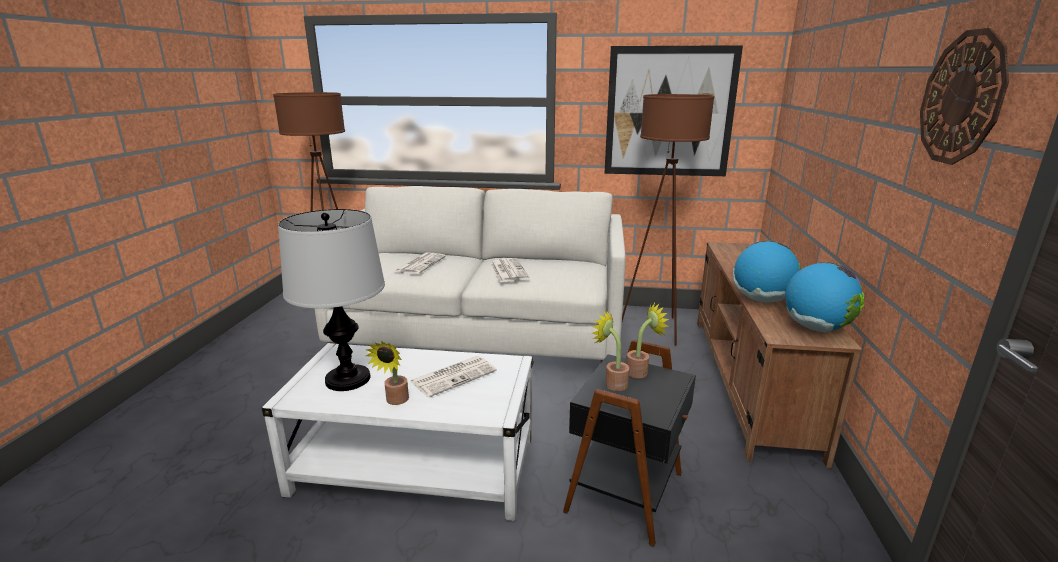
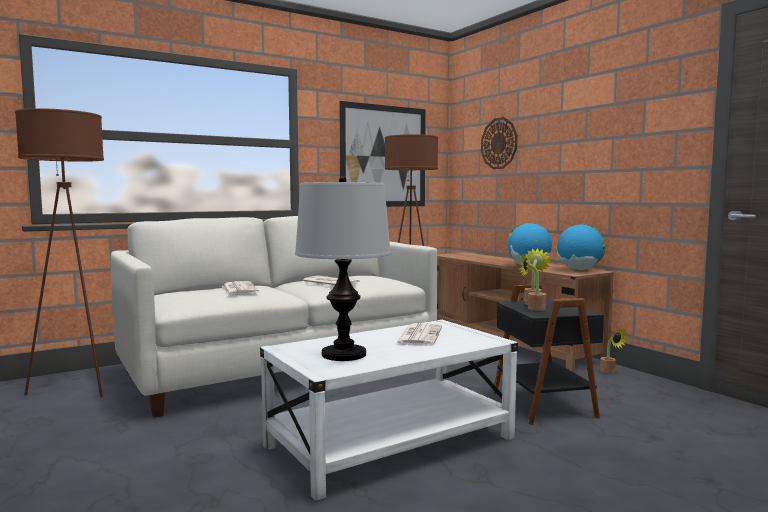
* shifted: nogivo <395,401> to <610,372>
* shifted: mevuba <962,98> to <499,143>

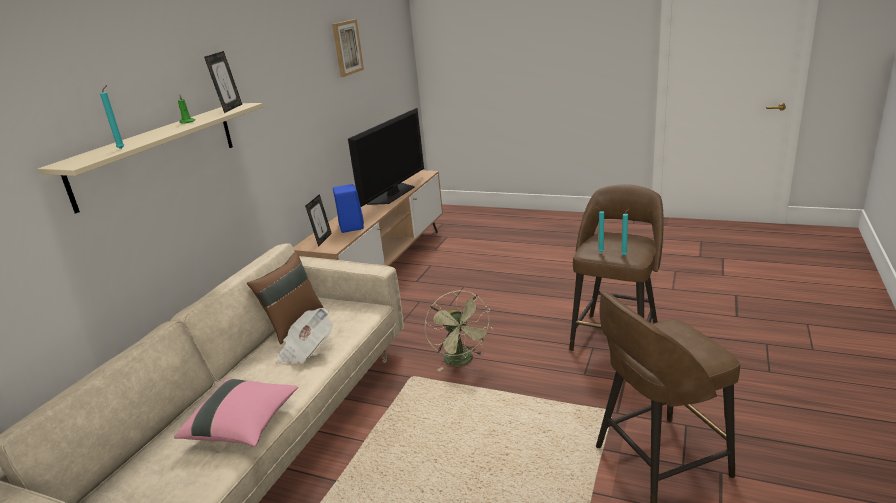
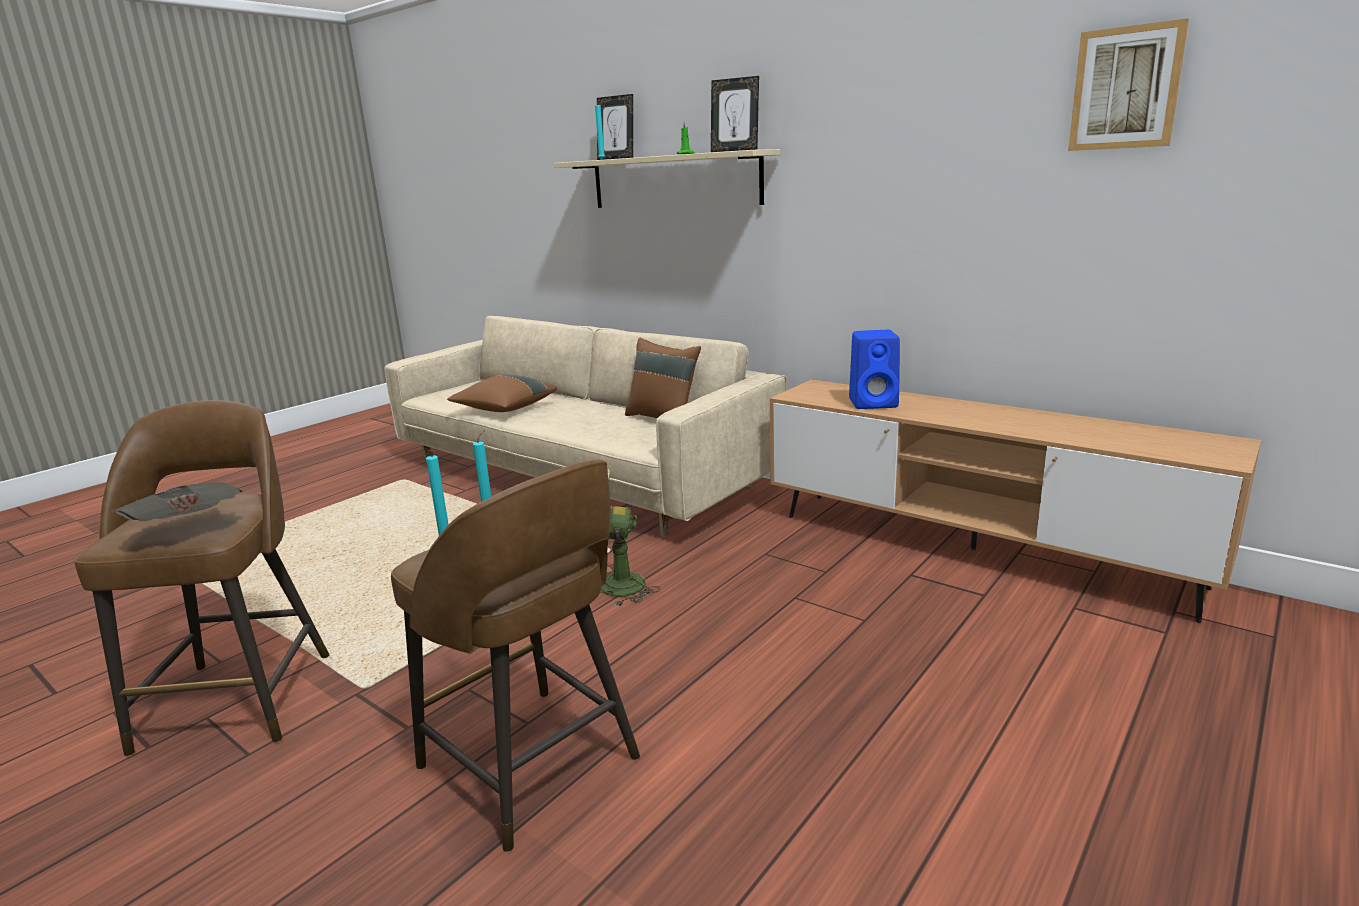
* repainted: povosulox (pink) <243,425> to povosulox (brown) <504,409>
* shifted: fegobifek <306,350> to <189,530>
* shifted: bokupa <322,240> to <617,159>
* gone: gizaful <393,194>

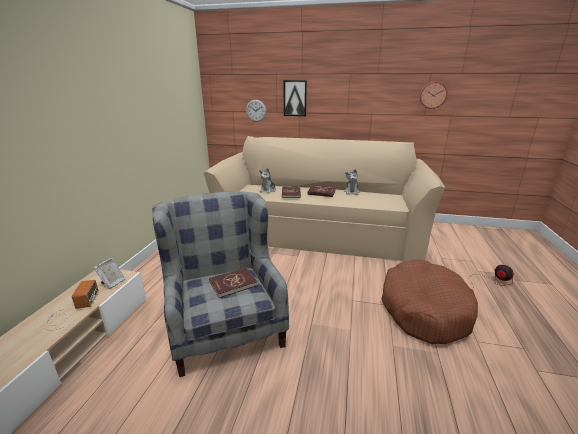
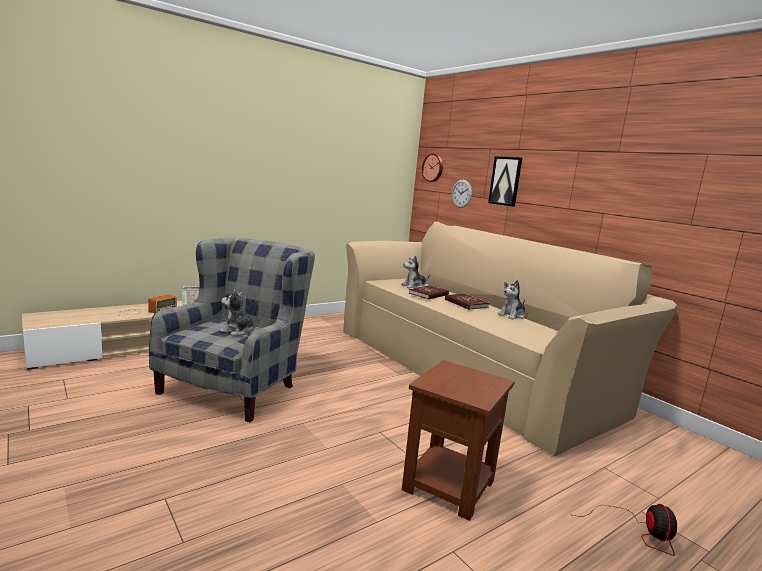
* swapped: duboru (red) <233,284> to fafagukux <238,331>
* swapped: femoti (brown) <424,309> to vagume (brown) <448,486>
* shifted: mevuba <433,95> to <433,167>

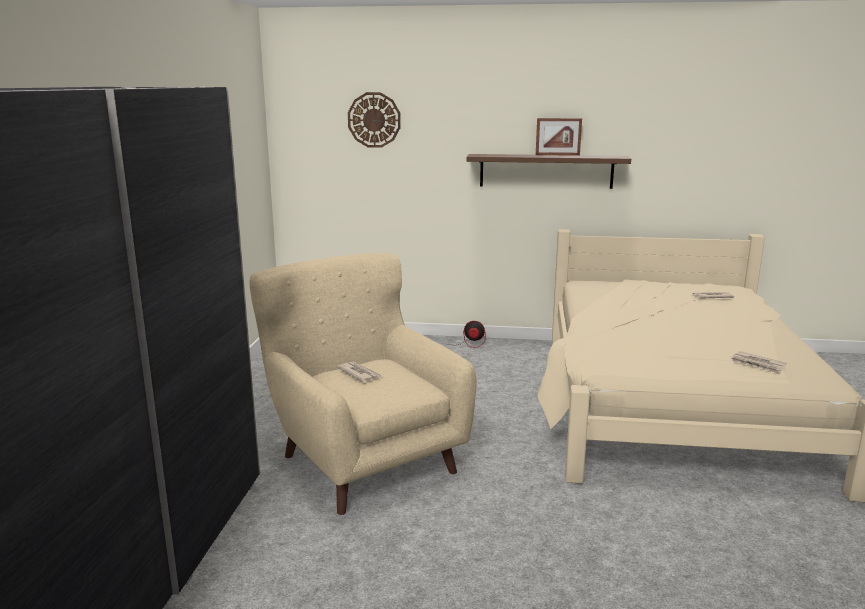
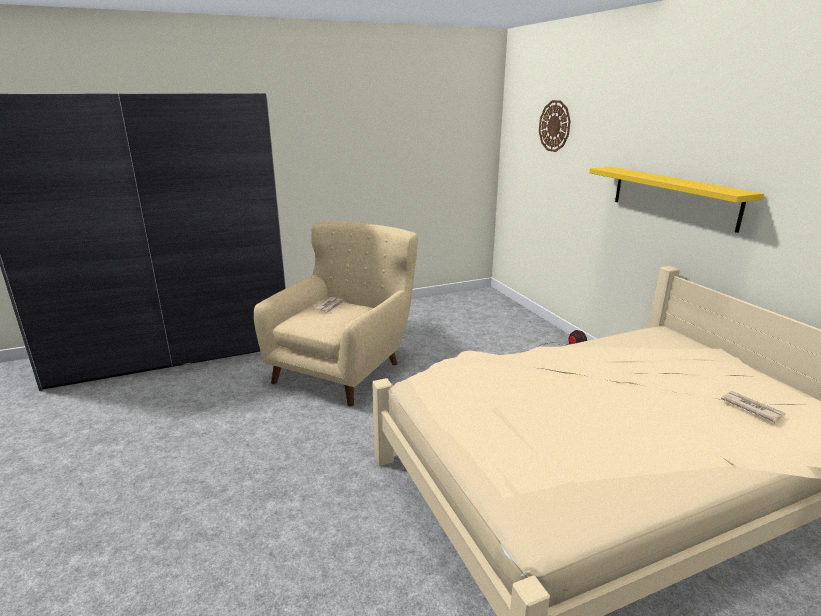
* repainted: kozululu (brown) <546,171> to kozululu (yellow) <673,196>
* gone: bokupa <557,155>
* gone: fegobifek <758,364>

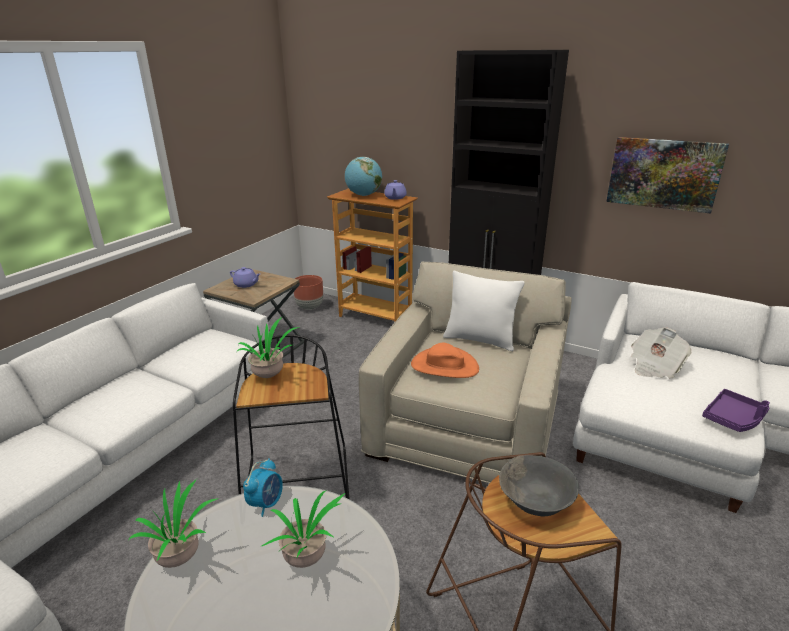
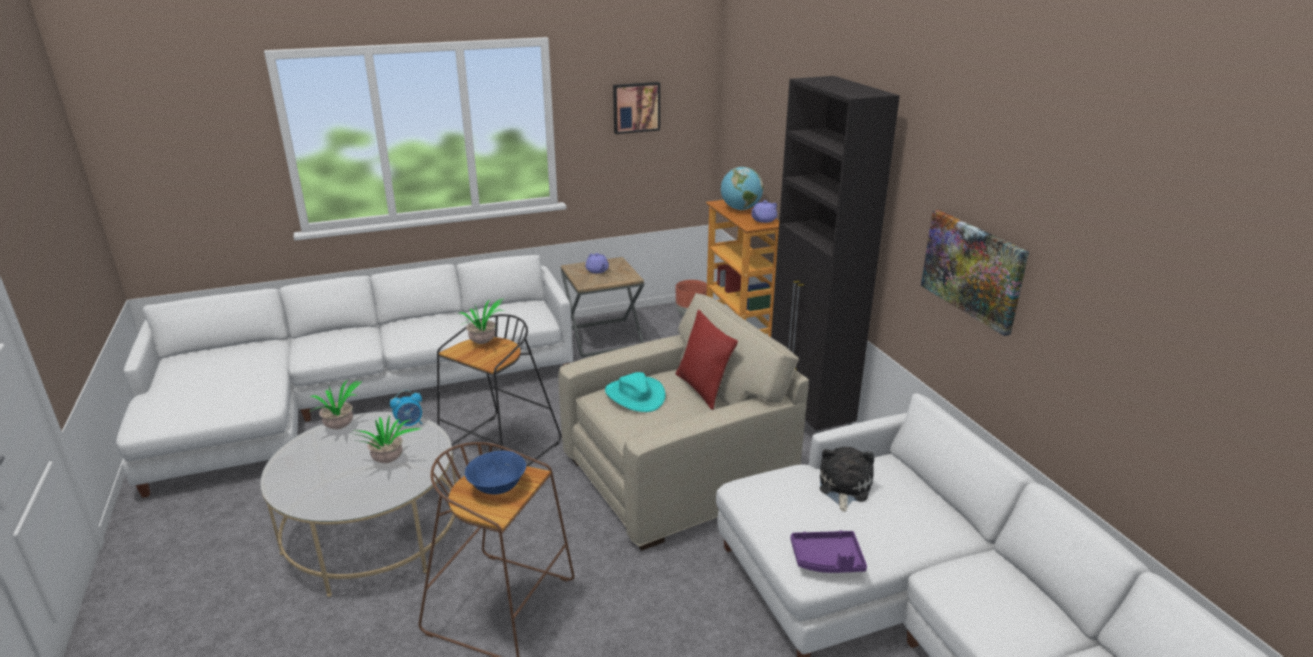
* repainted: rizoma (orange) <444,366> to rizoma (turquoise) <635,395>
* repainted: povosulox (white) <480,340> to povosulox (red) <702,389>
* repainted: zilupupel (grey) <536,500> to zilupupel (blue) <498,485>
* swapped: fegobifek <655,366> to fafagukux <843,488>
* new: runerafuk <636,107>

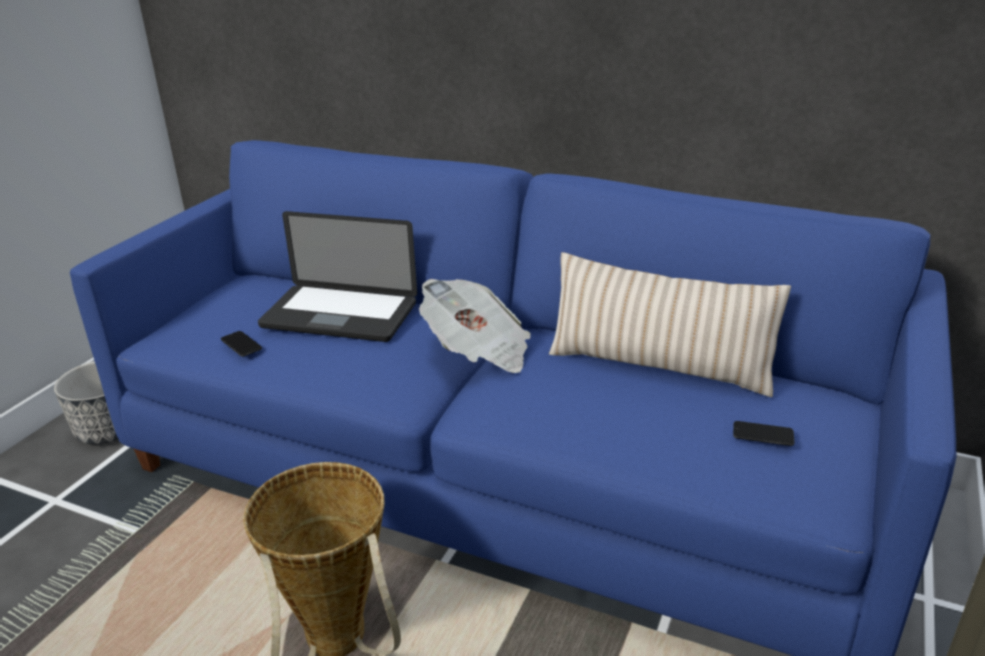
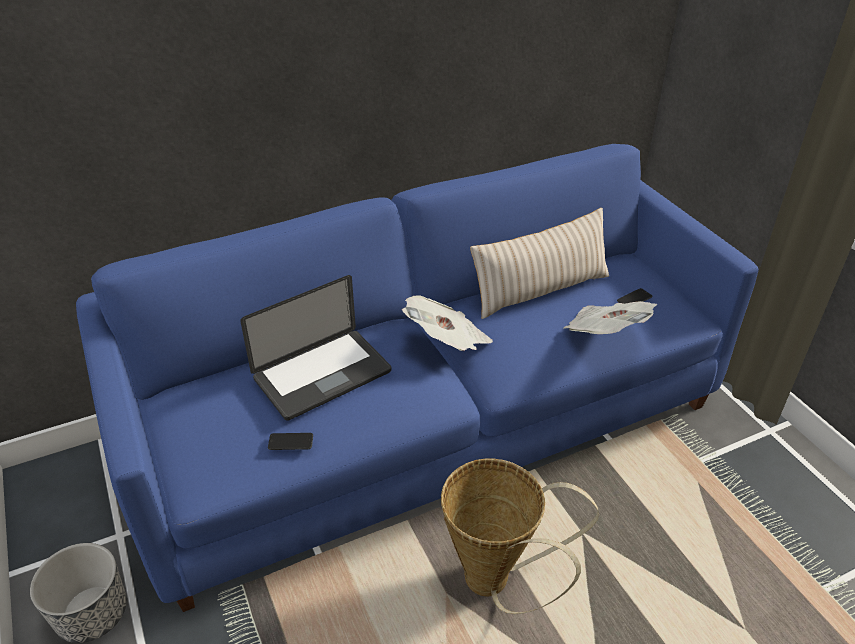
* new: fegobifek <605,333>

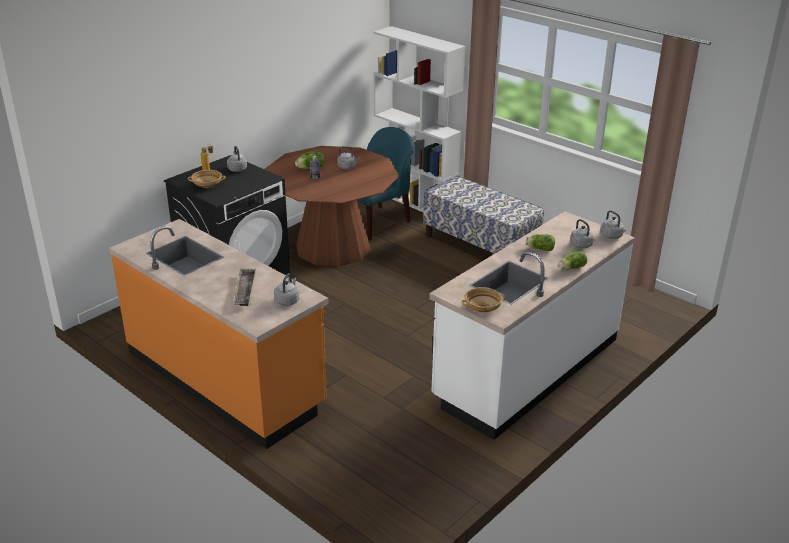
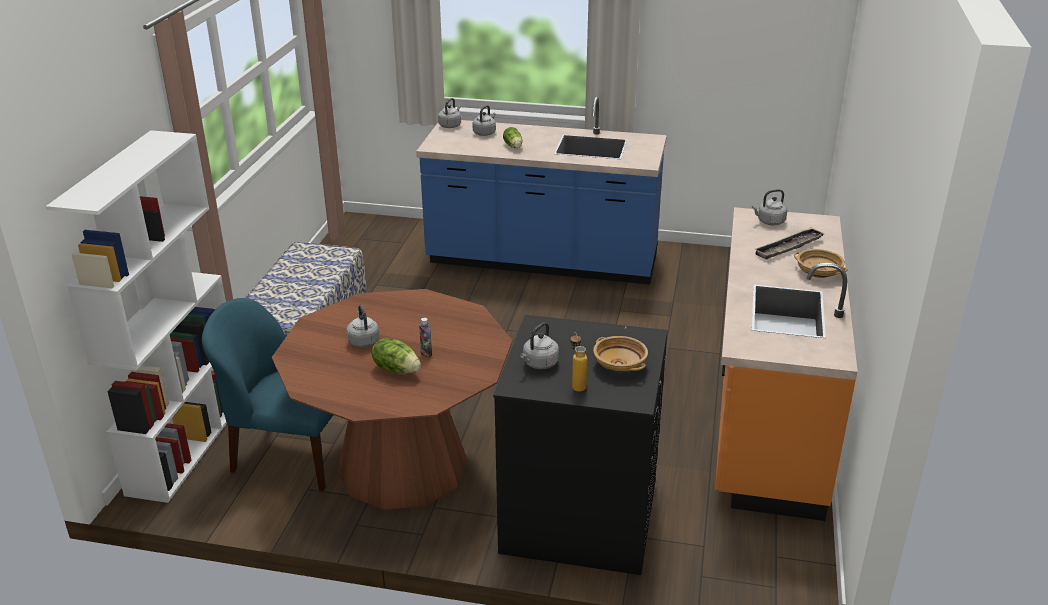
* repainted: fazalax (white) <526,369> to fazalax (blue) <542,261>
* shifted: zilupupel (beige) <483,307> to <818,272>
* gone: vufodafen <571,268>

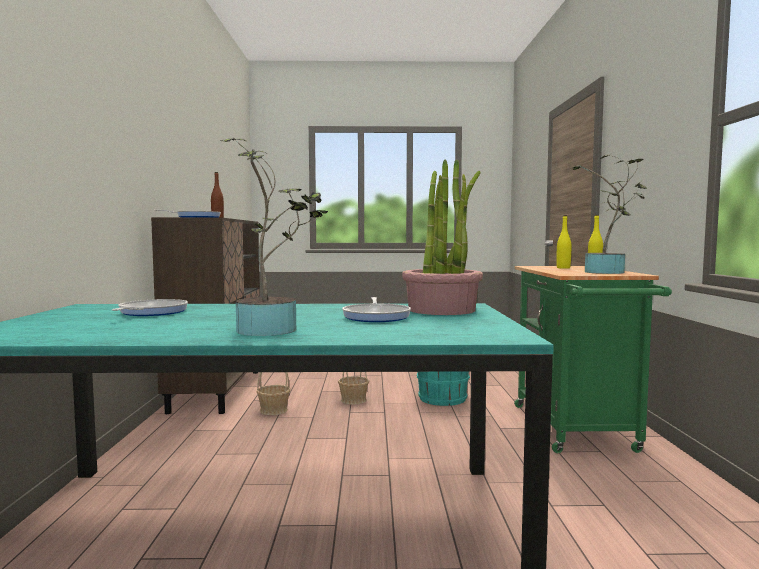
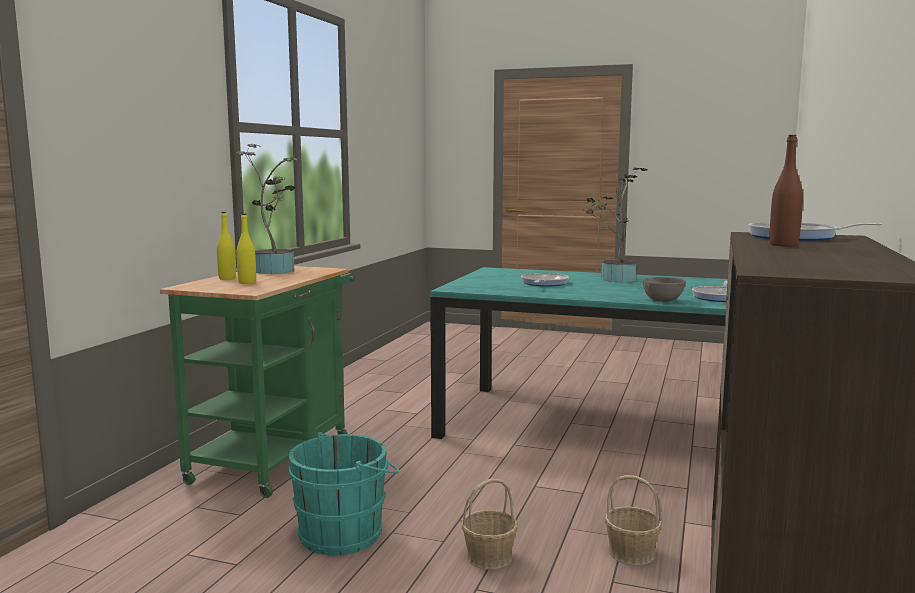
* gone: nogivo <442,310>
* new: zilupupel (grey) <662,301>

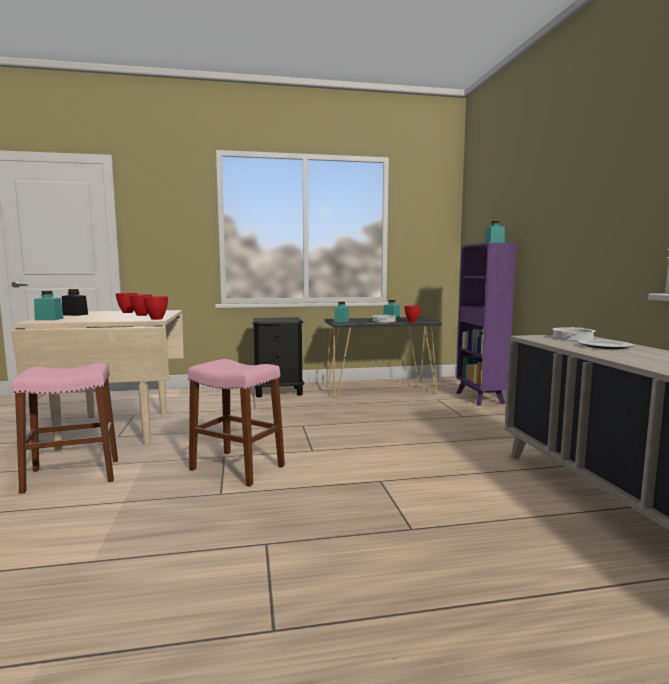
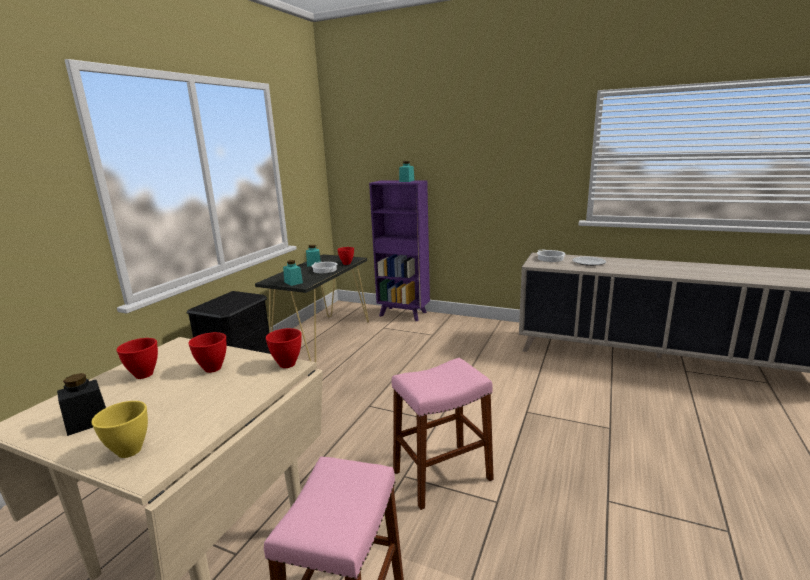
* swapped: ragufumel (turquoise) <49,319> to zilupupel (yellow) <129,452>

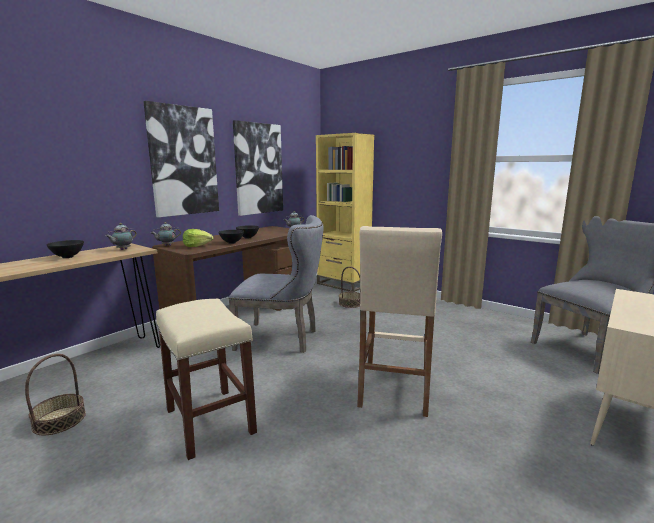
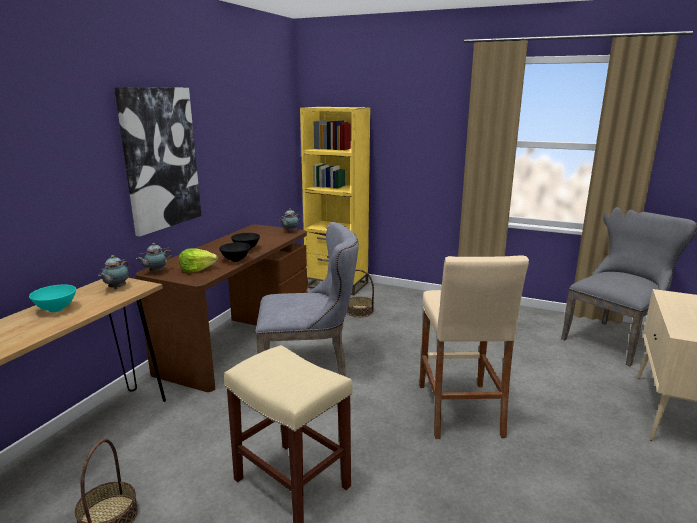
* repainted: zilupupel (black) <68,257> to zilupupel (turquoise) <56,309>
* gone: runerafuk <258,169>

